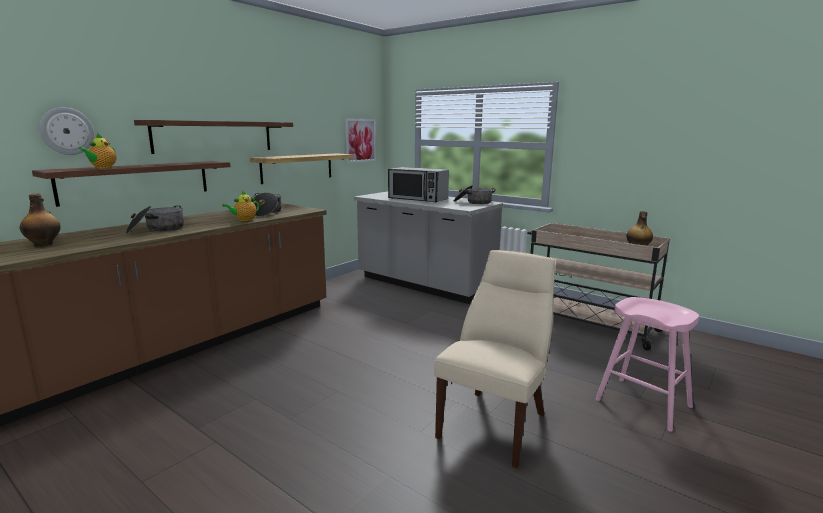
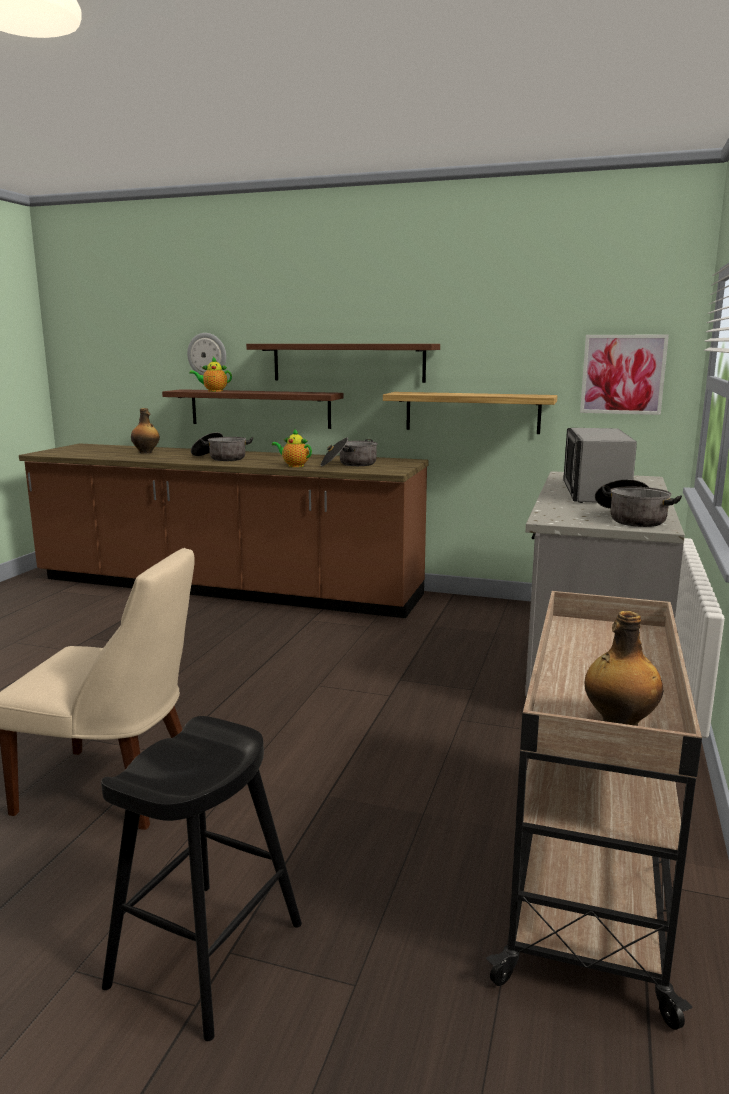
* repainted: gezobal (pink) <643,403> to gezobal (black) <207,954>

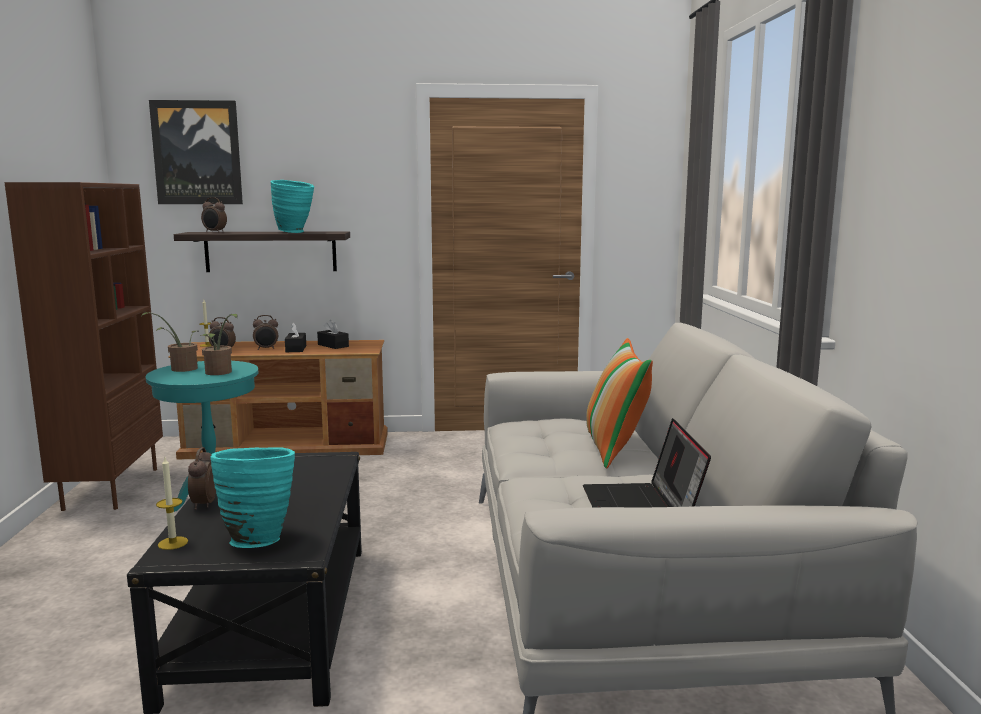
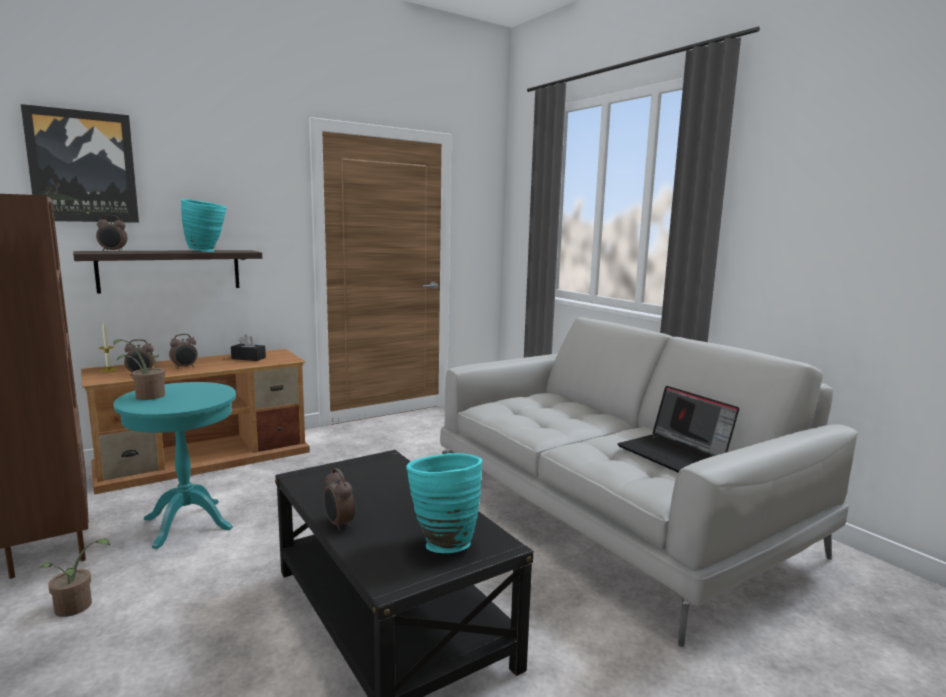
* gone: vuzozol <173,543>
* shifted: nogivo <219,373> to <76,608>
* gone: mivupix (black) <296,349>
* gone: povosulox <615,449>

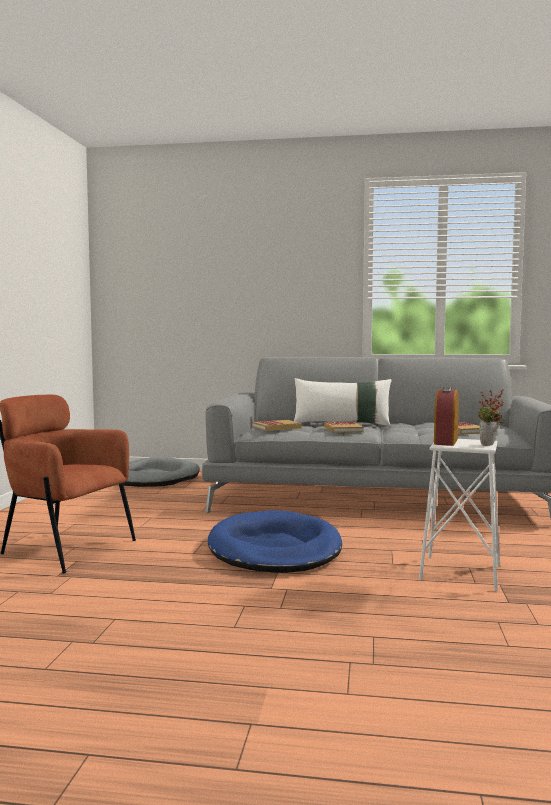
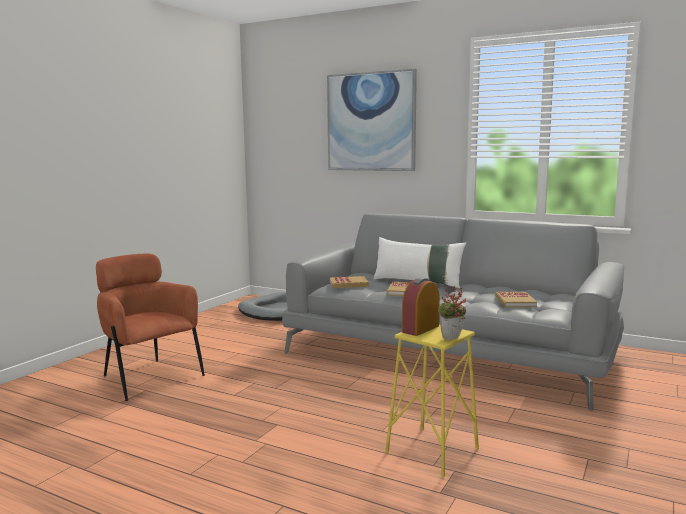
* gone: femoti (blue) <274,549>
* repainted: gezobal (white) <460,573> to gezobal (yellow) <432,451>
* new: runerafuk <371,122>

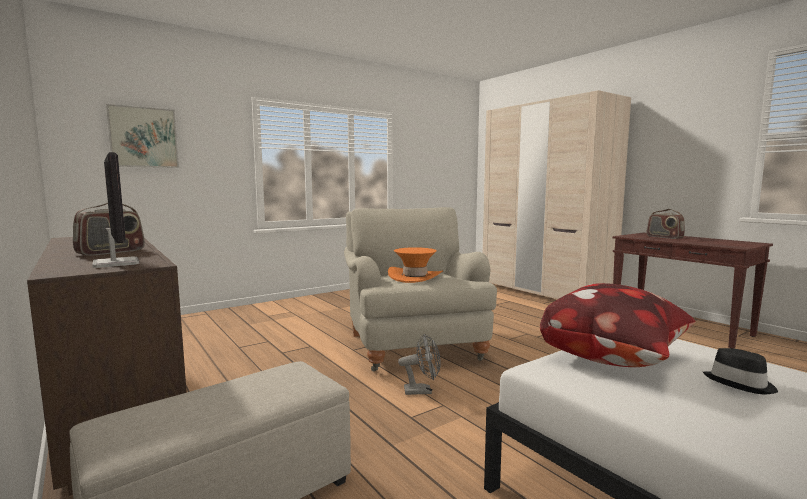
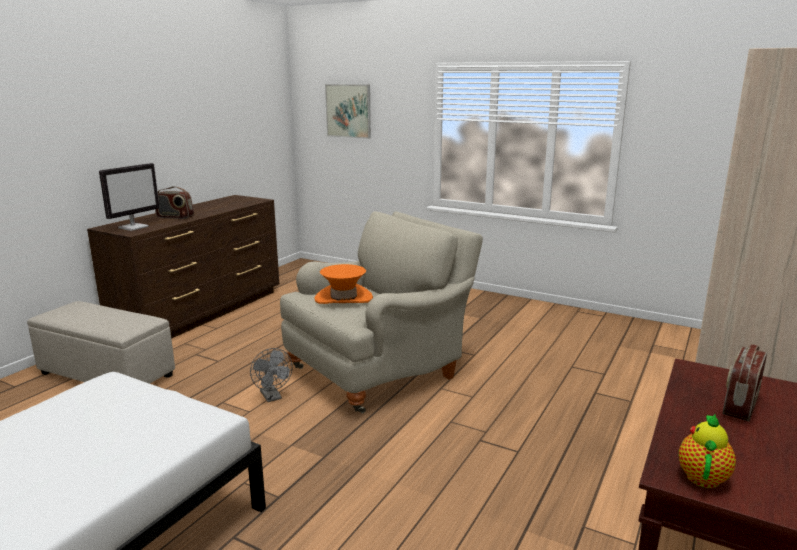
* gone: povosulox <615,359>
* gone: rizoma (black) <740,383>
* new: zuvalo <702,475>

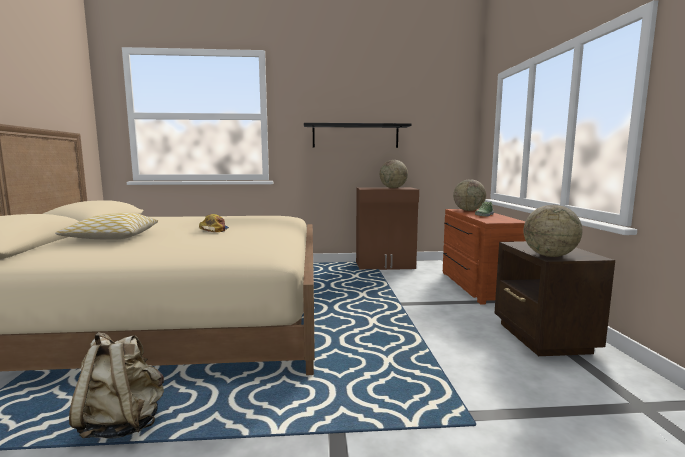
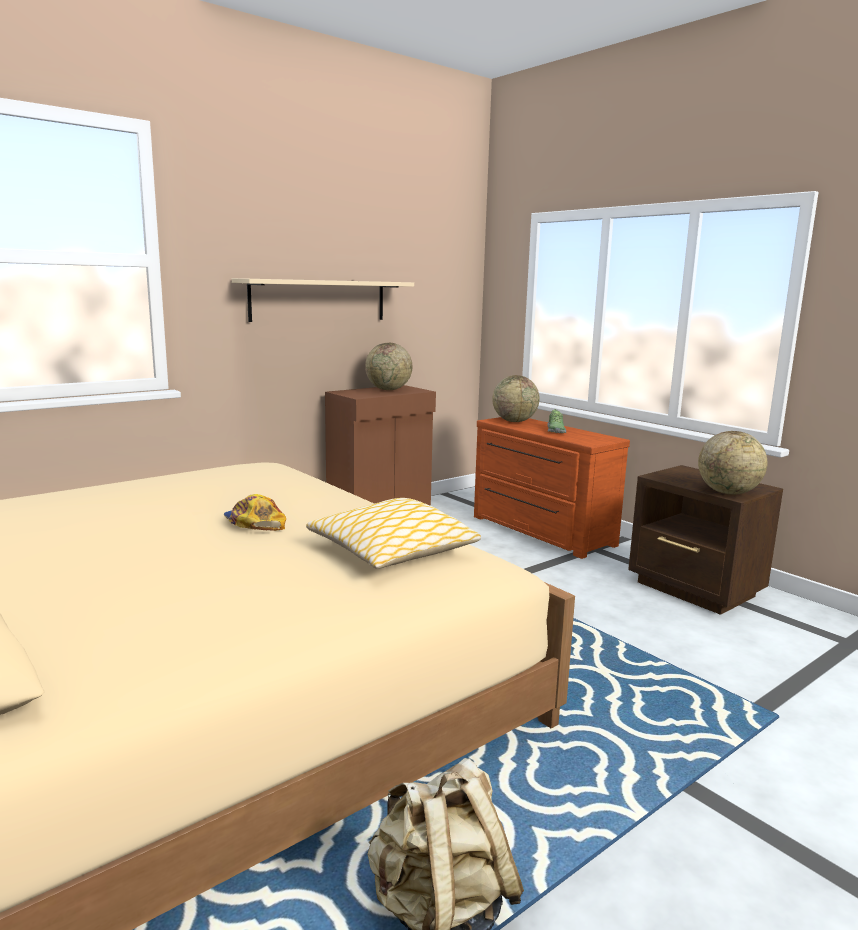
* shifted: povosulox <112,237> to <393,551>
* repainted: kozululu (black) <355,136> to kozululu (beige) <319,300>

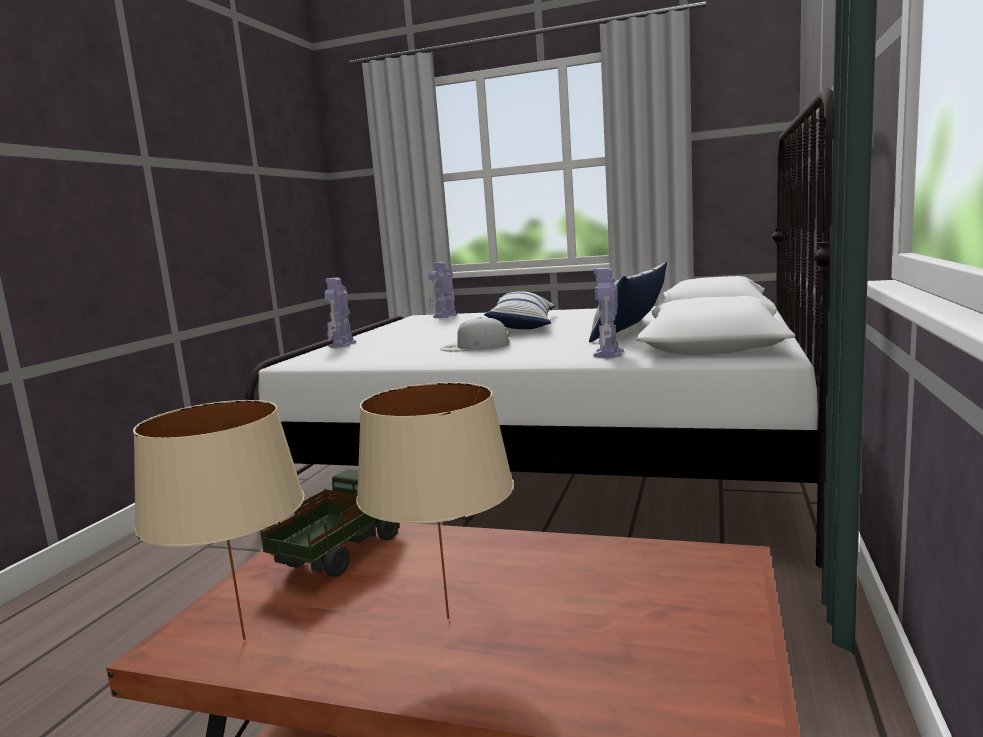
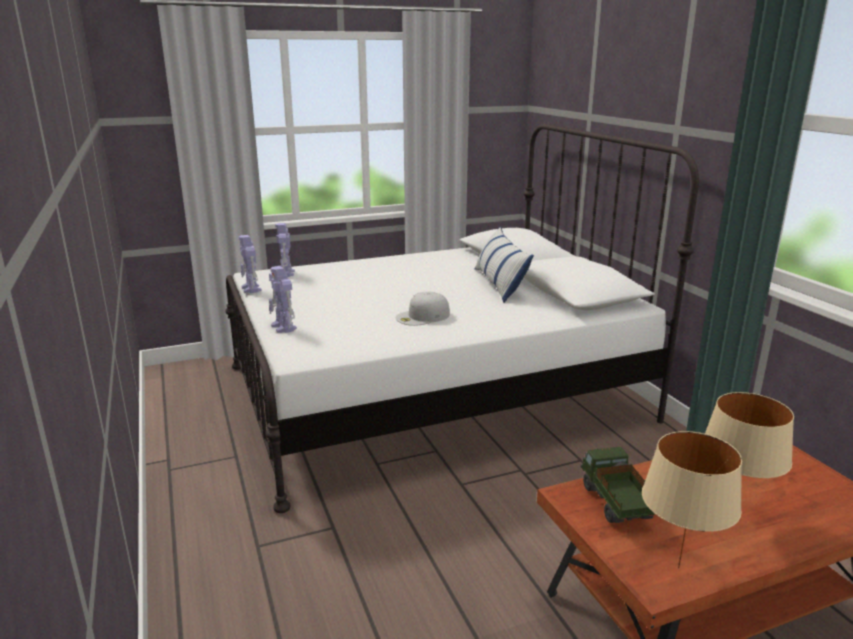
* gone: povosulox <523,325>
* shifted: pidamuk <608,354> to <251,289>

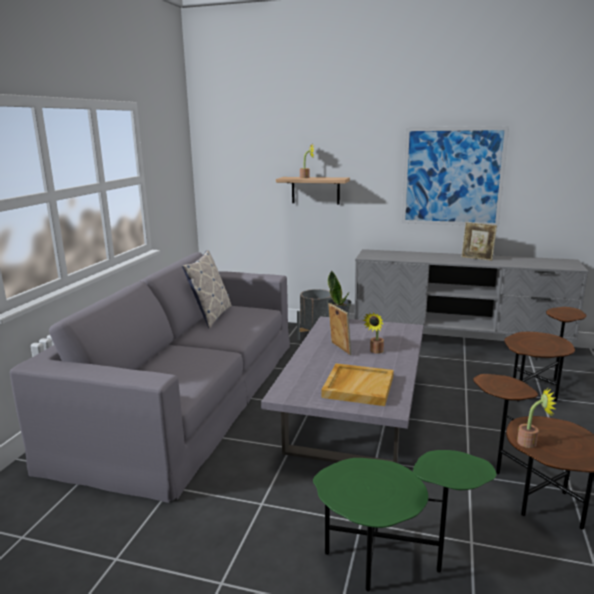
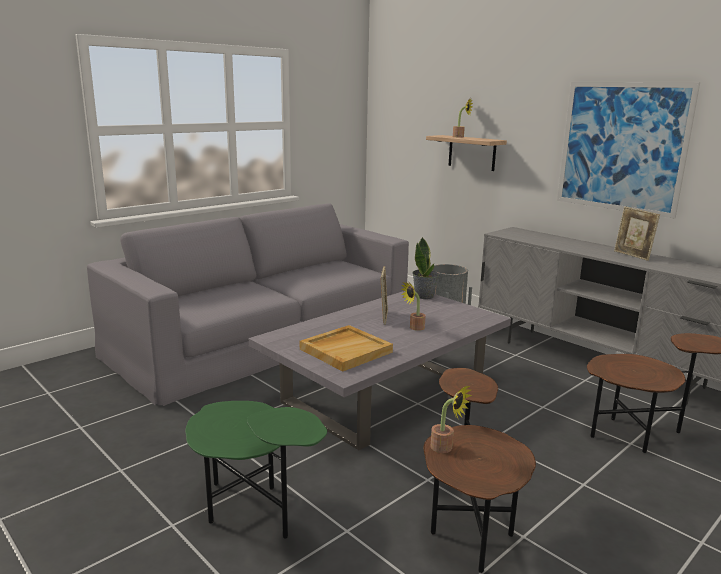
* gone: povosulox <210,316>

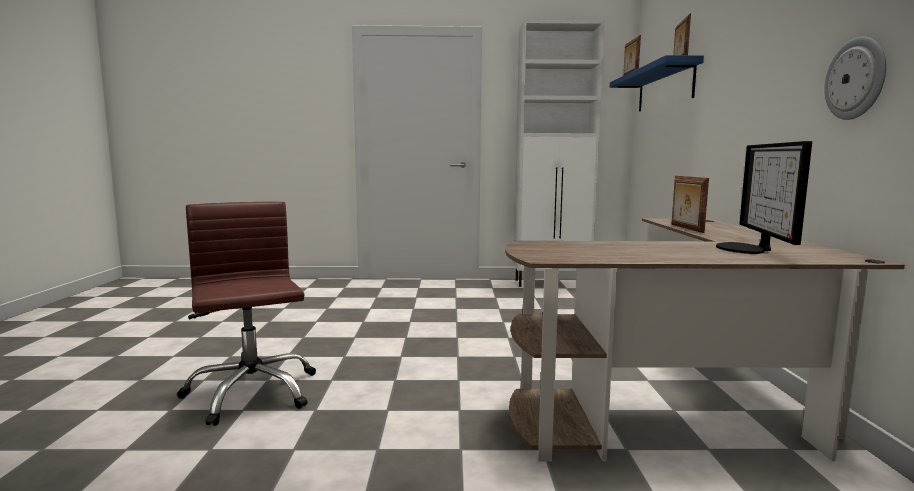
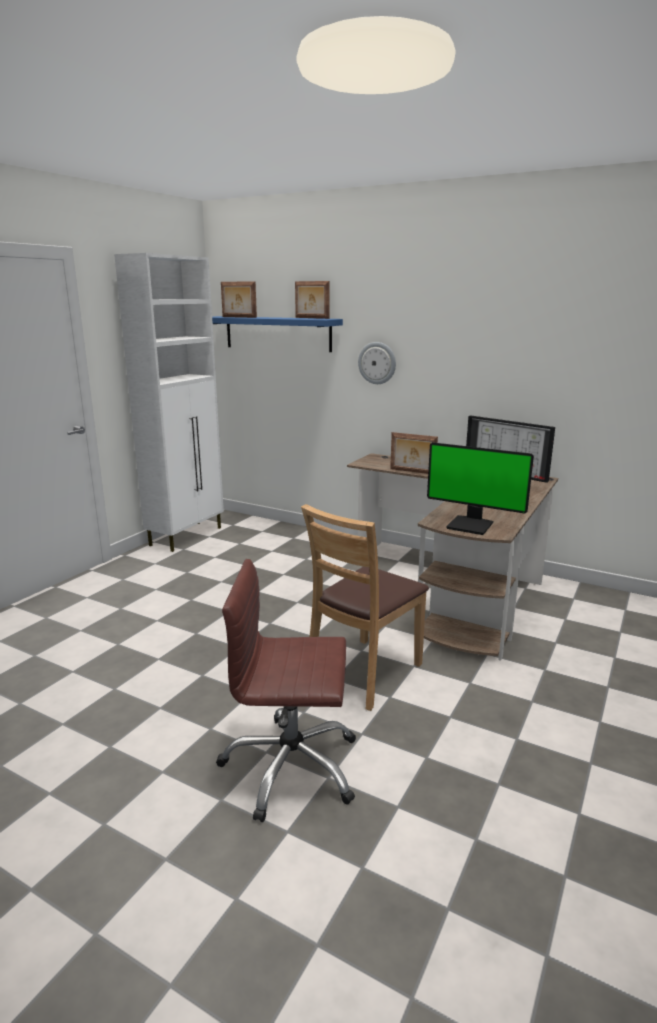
* shifted: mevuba <856,79> to <377,363>
* new: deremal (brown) <364,672>
* new: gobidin <471,525>

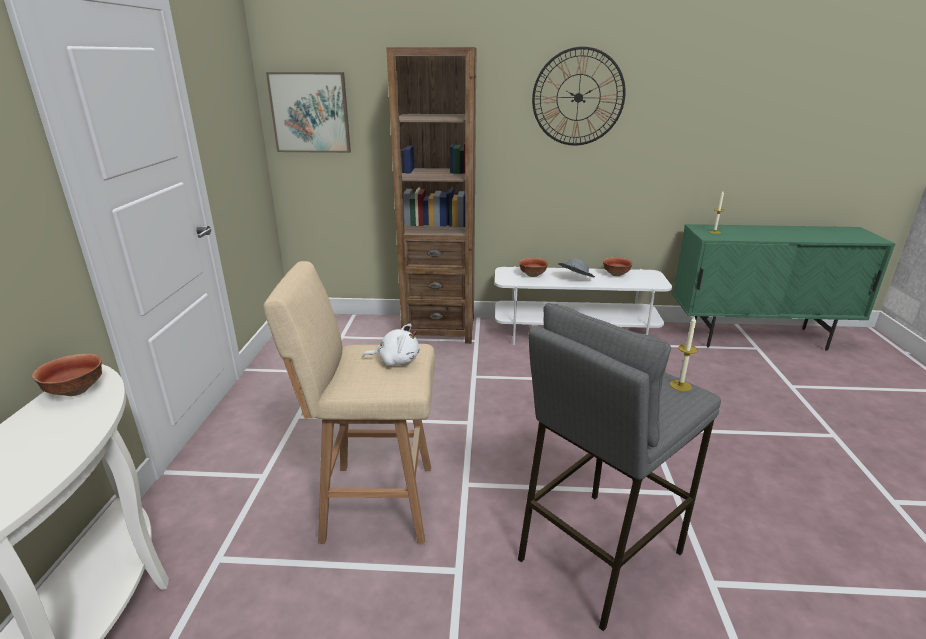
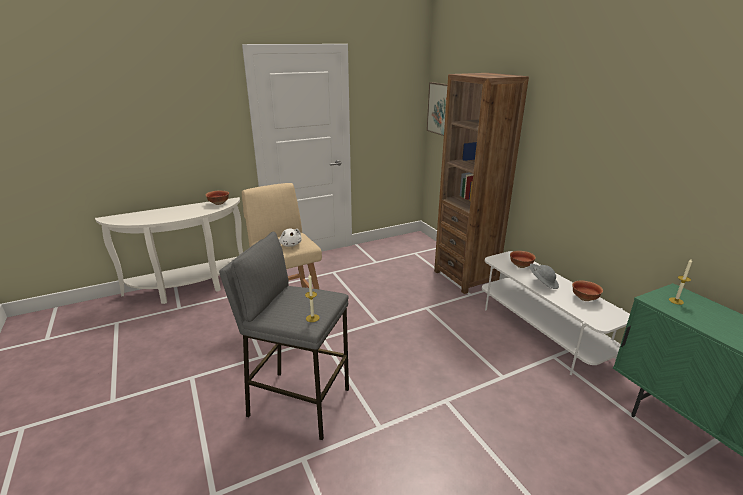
* gone: mevuba <578,97>

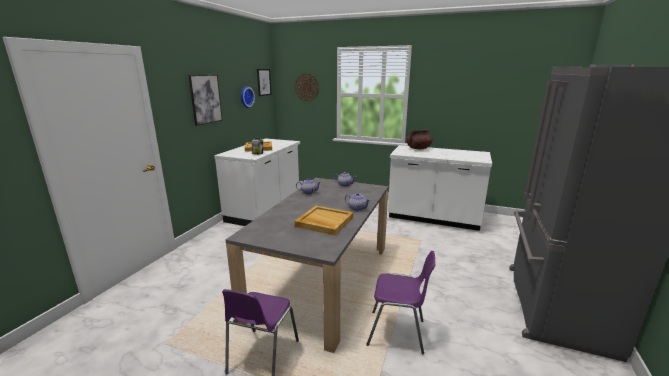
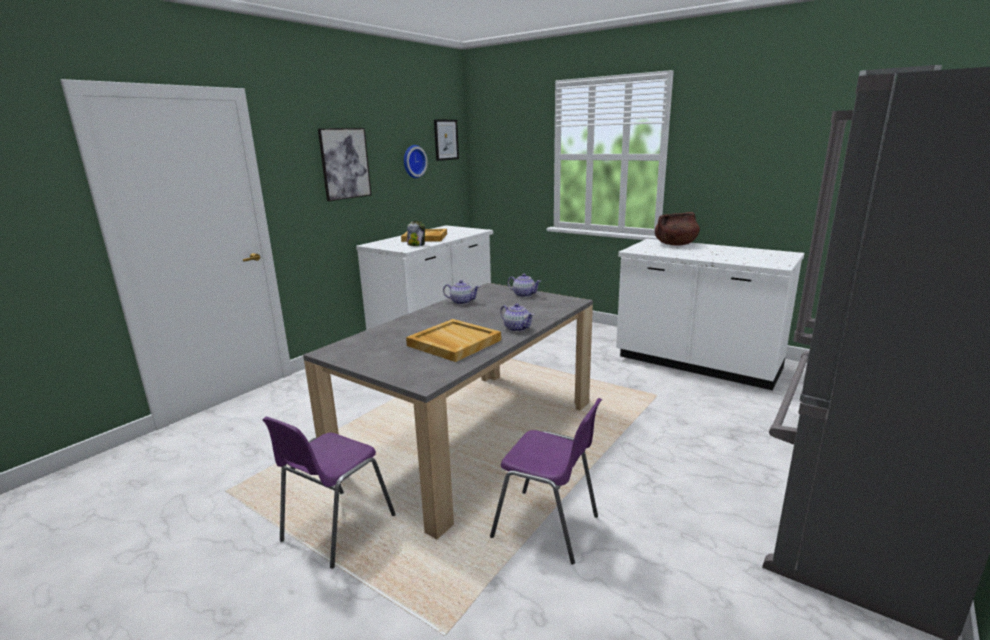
* gone: mevuba <307,87>

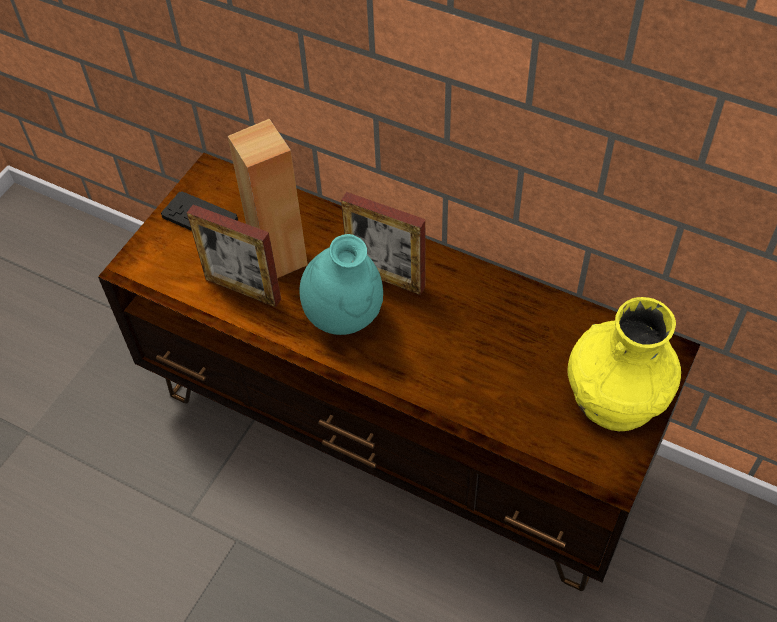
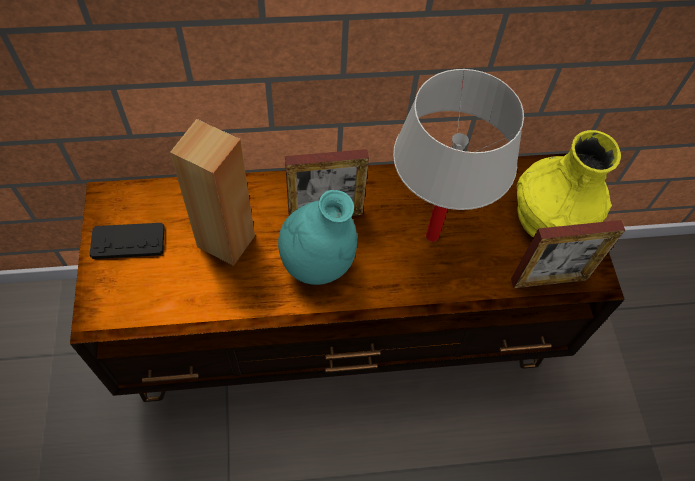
* shifted: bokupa <243,289> to <549,279>
* new: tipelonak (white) <432,236>

